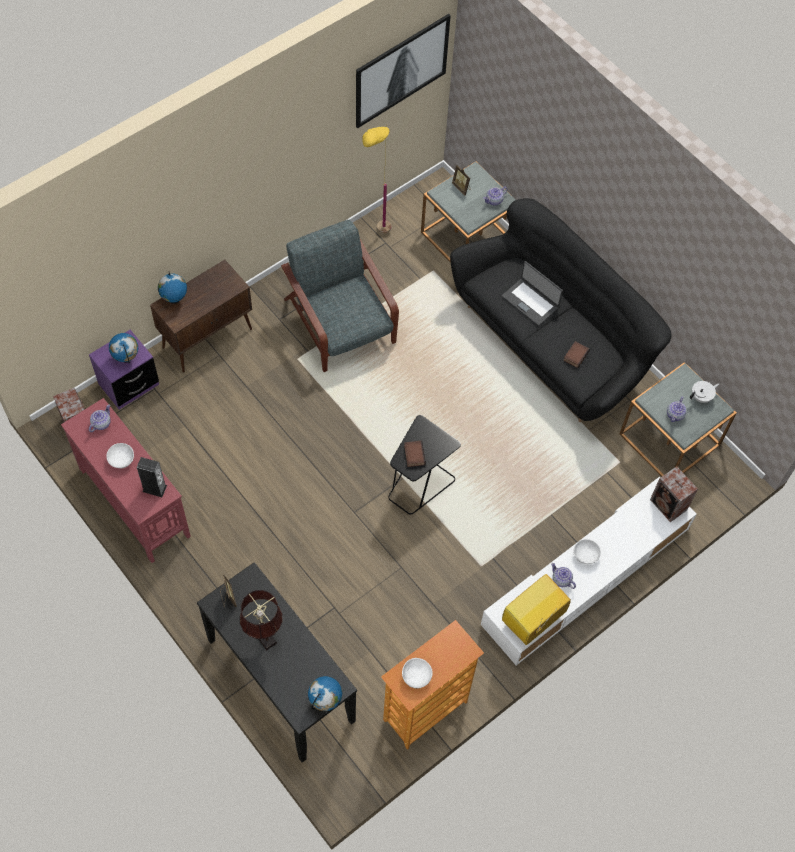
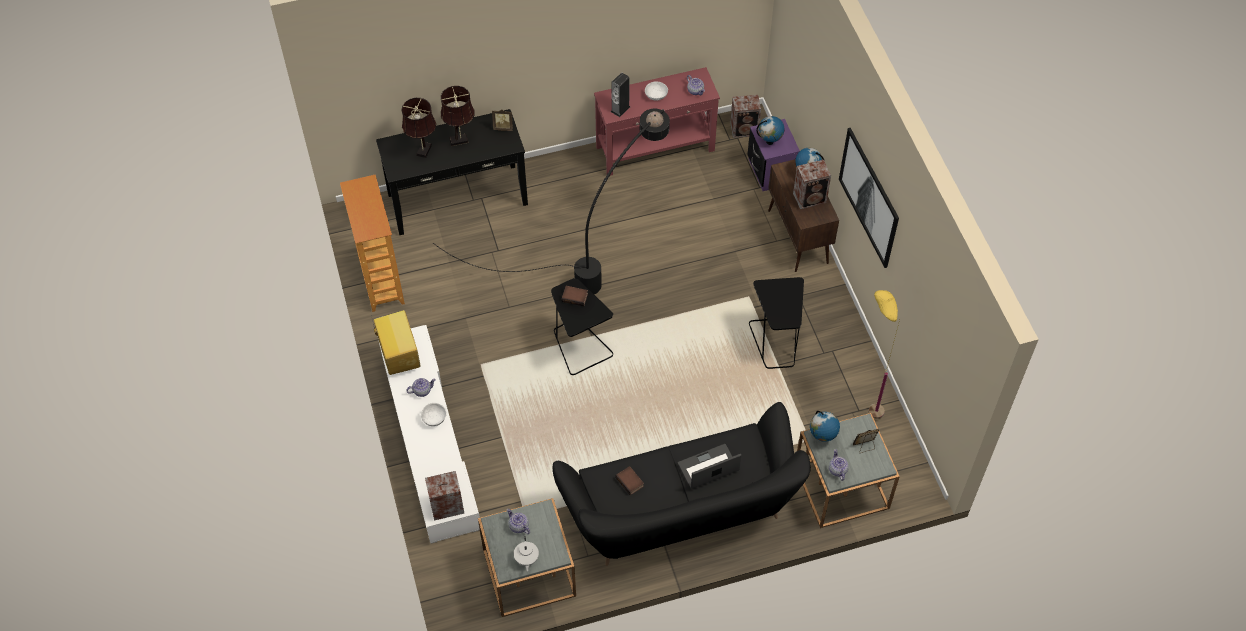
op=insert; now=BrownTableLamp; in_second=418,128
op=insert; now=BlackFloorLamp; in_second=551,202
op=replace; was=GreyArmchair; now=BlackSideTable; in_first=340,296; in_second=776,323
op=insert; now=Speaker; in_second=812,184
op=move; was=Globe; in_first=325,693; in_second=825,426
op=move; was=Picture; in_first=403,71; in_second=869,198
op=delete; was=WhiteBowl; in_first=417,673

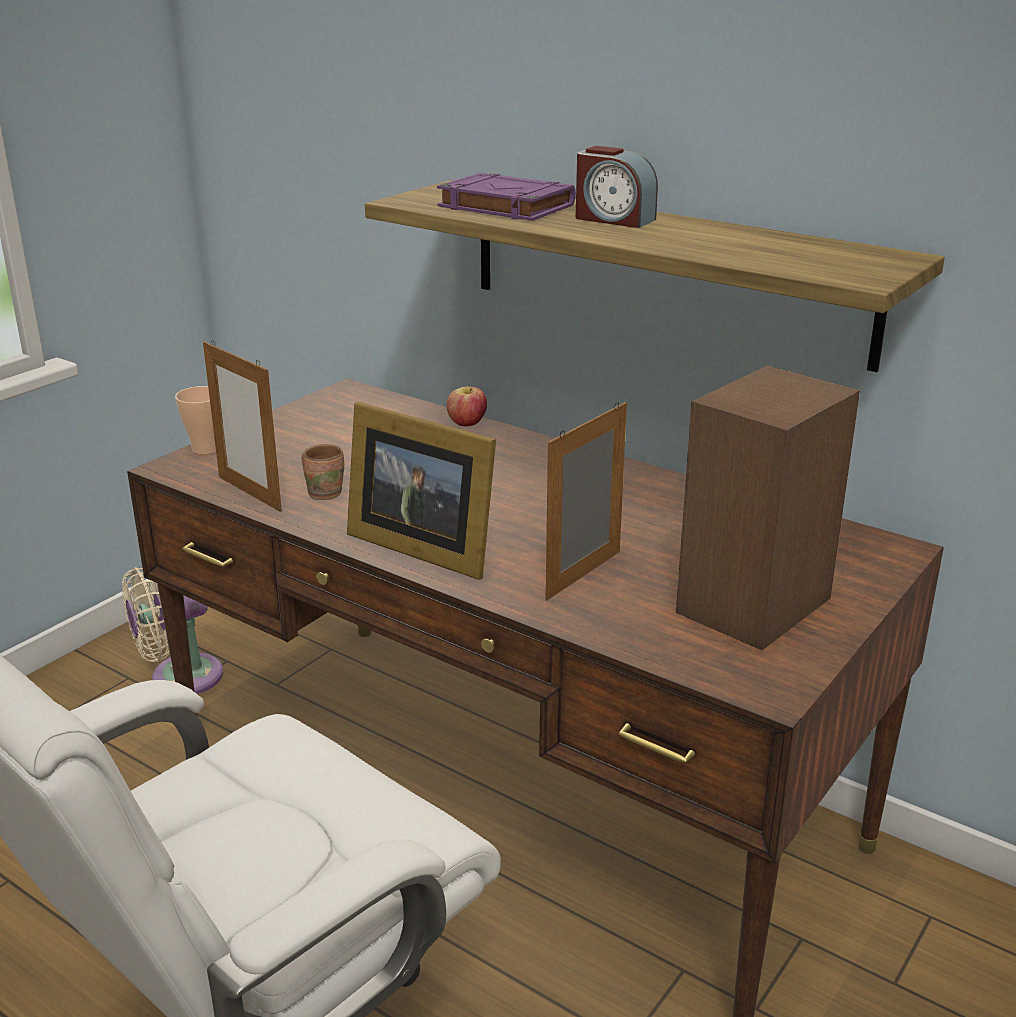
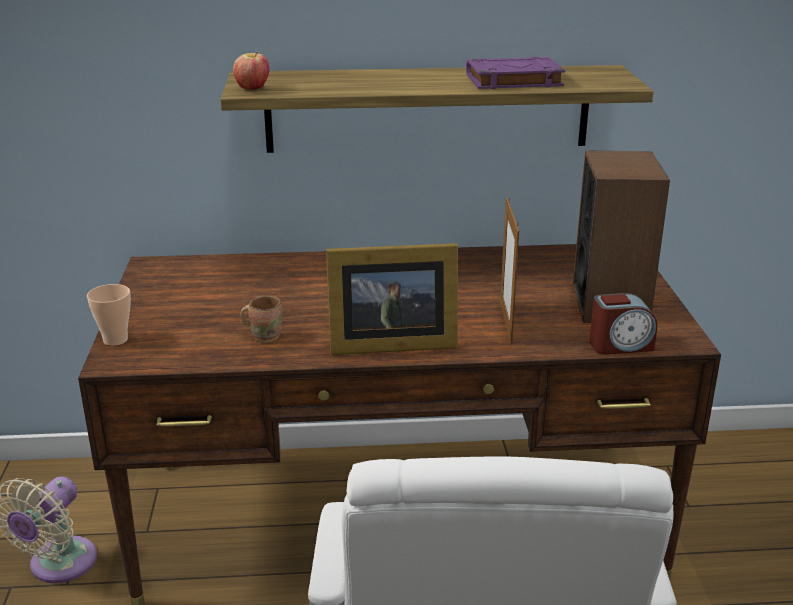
op=move; was=Apple; in_first=467,406; in_second=251,70
op=move; was=PurpleBook; in_first=506,197; in_second=515,73
op=move; was=AlarmClock; in_first=617,187; in_second=623,324
op=delete; was=PictureFrame; in_first=242,426

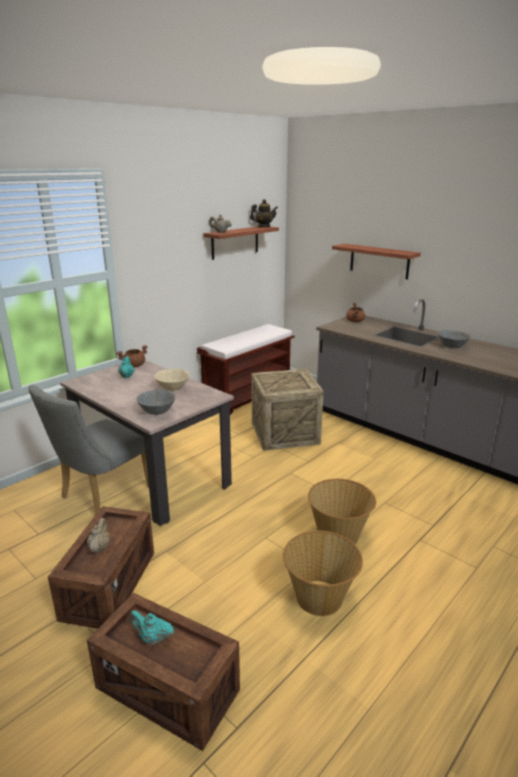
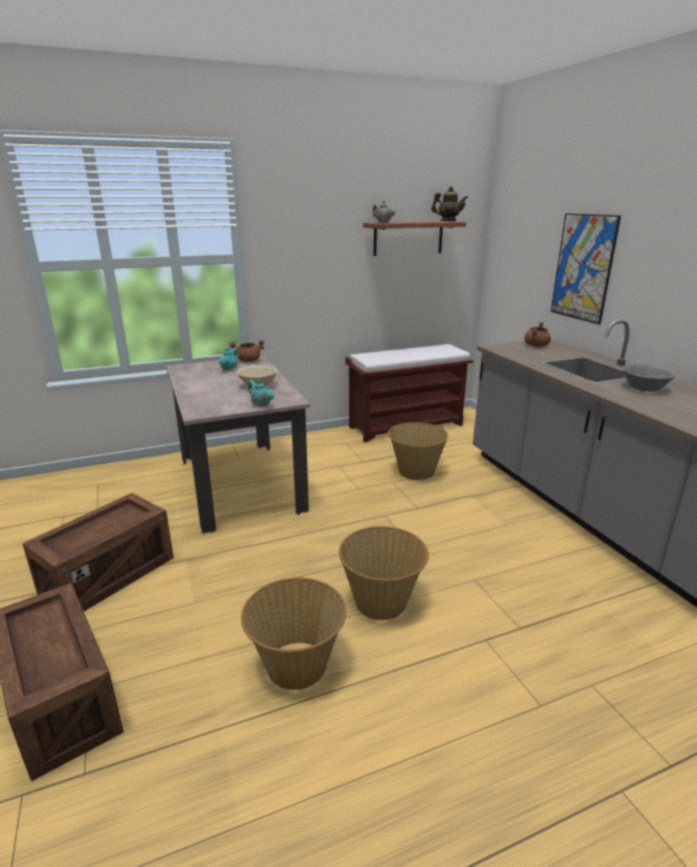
op=move; was=TurquoiseTeapot; in_first=151,627; in_second=261,393
op=replace; was=Crate; now=Basket; in_first=288,410; in_second=418,451
op=replace; was=Shelf; now=Picture; in_first=376,262; in_second=586,269
op=delete; was=GreyChair; in_first=88,450
op=delete; was=BeigeTeapot; in_first=98,535
op=delete; was=GreyBowl; in_first=156,402

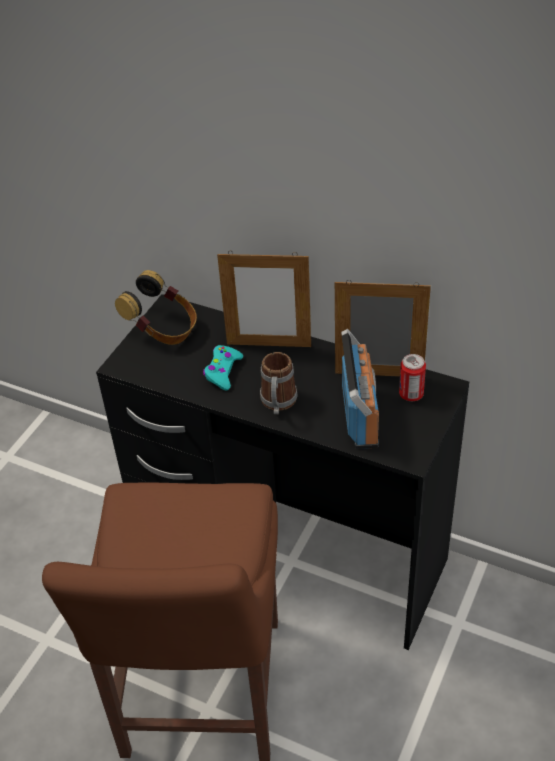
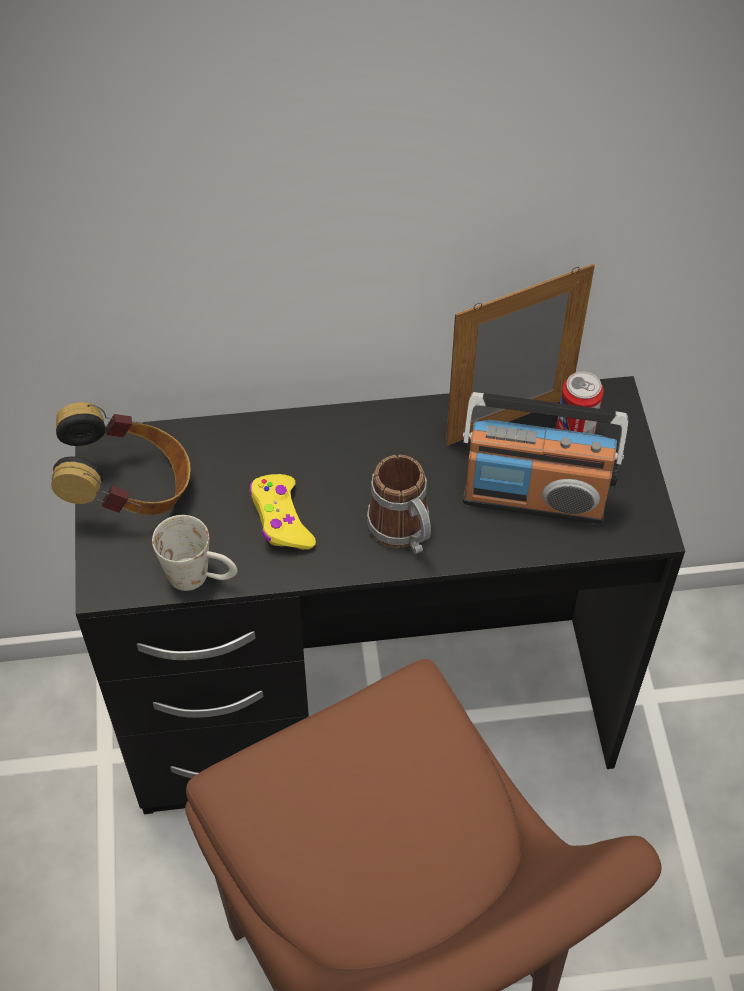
op=insert; now=WhiteMug; in_second=194,553
op=recolor; was=TurquoiseGameController; now=YellowGameController; in_first=223,368; in_second=283,511
op=rotate; was=Radio; in_first=360,389; in_second=545,458; clockwise=135
op=delete; was=PictureFrame; in_first=264,299

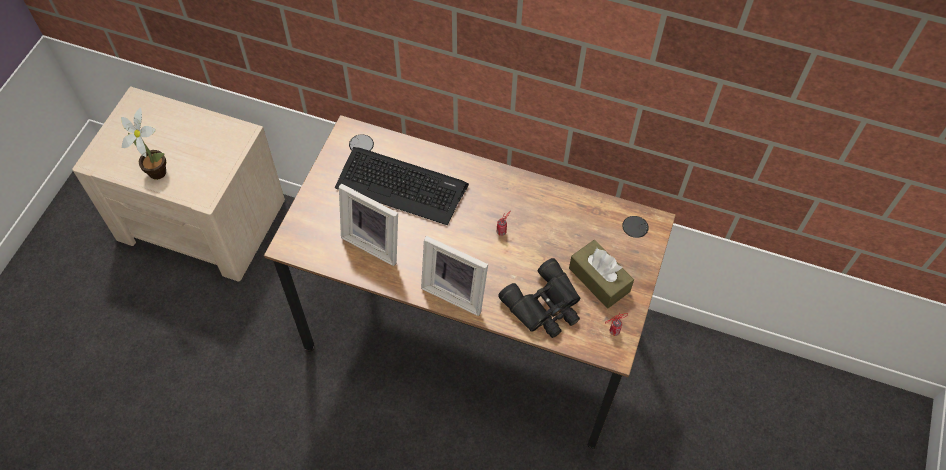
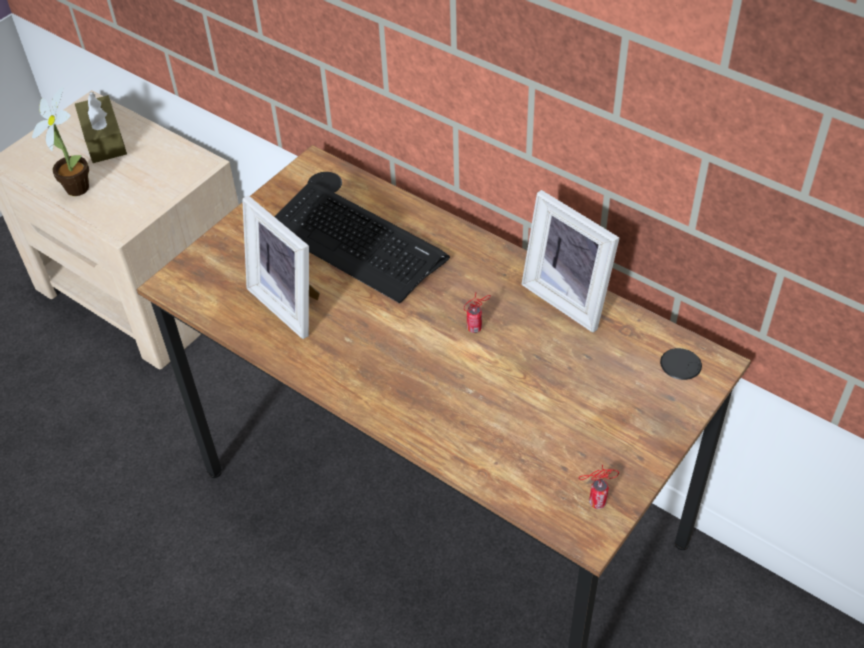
op=move; was=BrownTissueBox; in_first=601,274; in_second=101,127
op=move; was=PictureFrame; in_first=454,276; in_second=570,261
op=delete; was=BlackBinoculars; in_first=539,298

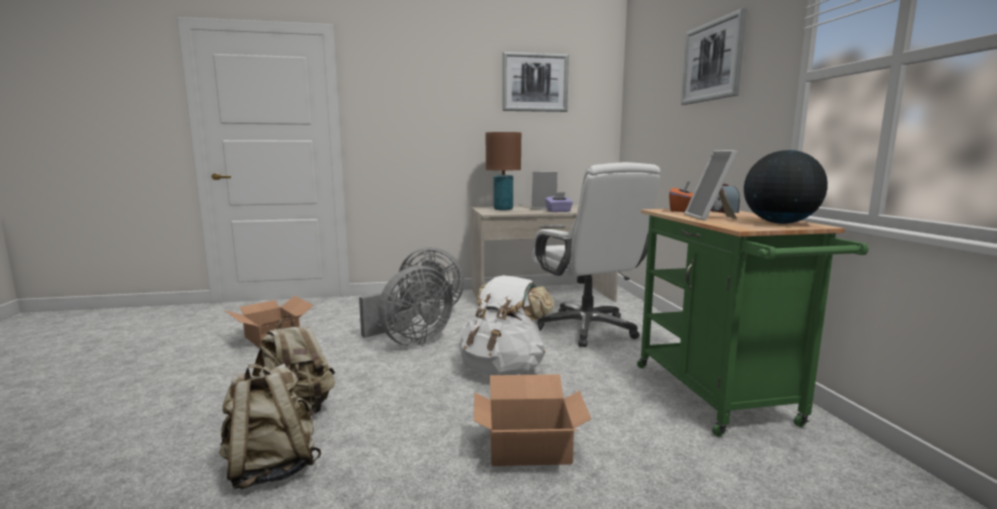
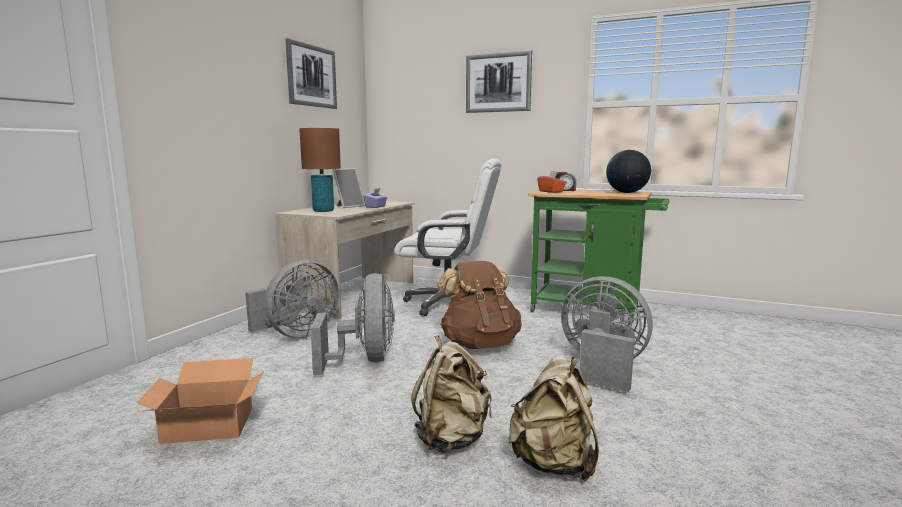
op=recolor; was=WhiteBackpack; now=BrownBackpack; in_first=506,325; in_second=479,305
op=replace; was=CardboardBox; now=GreyFan; in_first=532,420; in_second=607,334
op=delete; was=PictureFrame; in_first=711,185

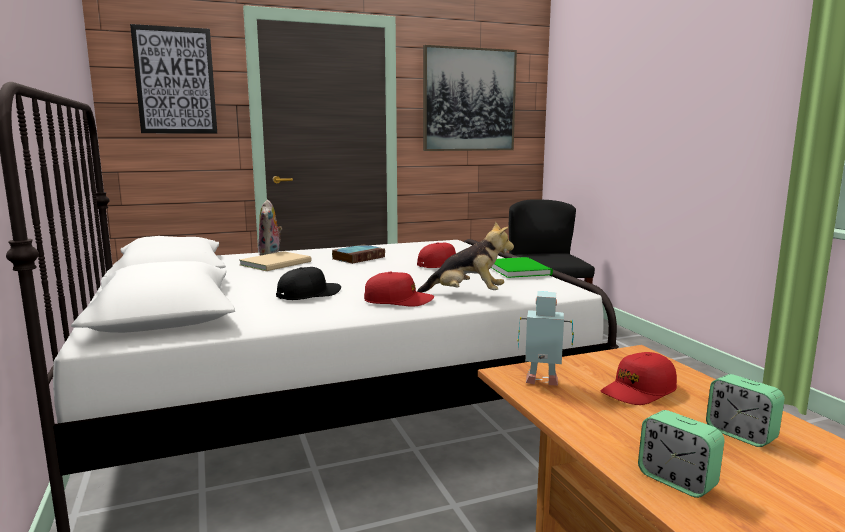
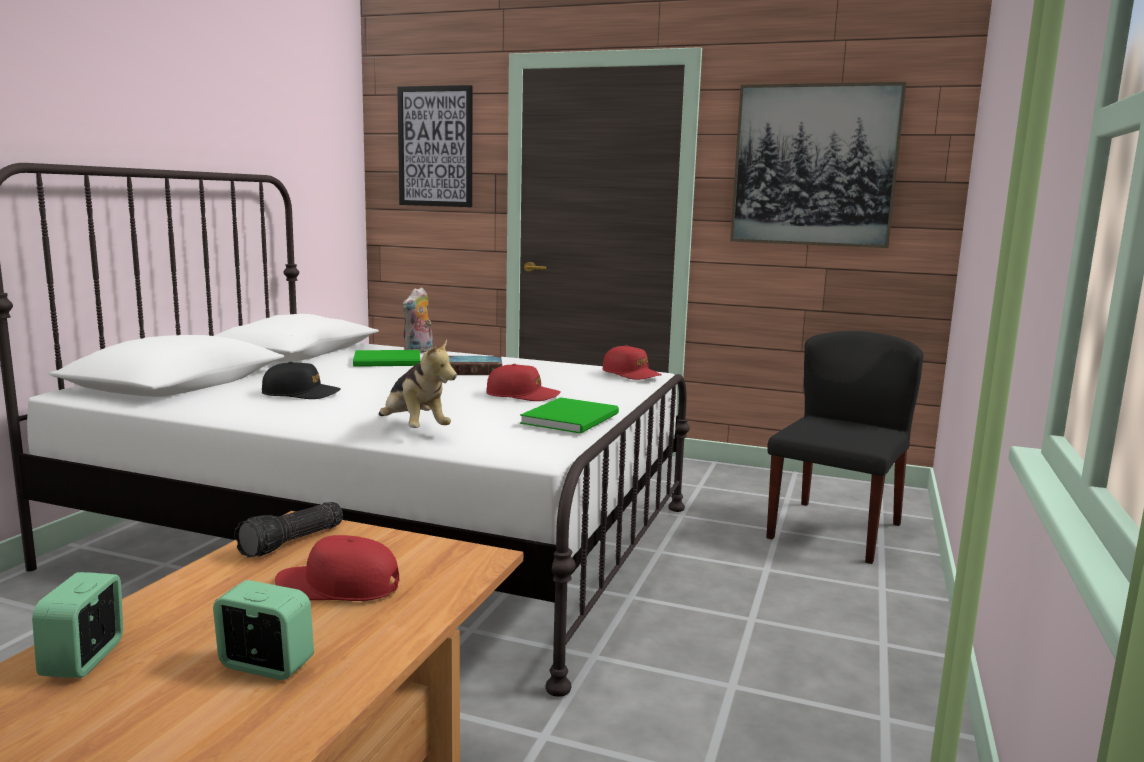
op=rotate; was=AlarmClock; in_first=745,410; in_second=263,630; clockwise=105
op=replace; was=ToyRobot; now=Flashlight; in_first=545,338; in_second=288,530
op=recolor; was=BeigeBook; now=GreenBook; in_first=275,261; in_second=387,358
op=move; was=RedCap; in_first=399,289; in_second=632,362

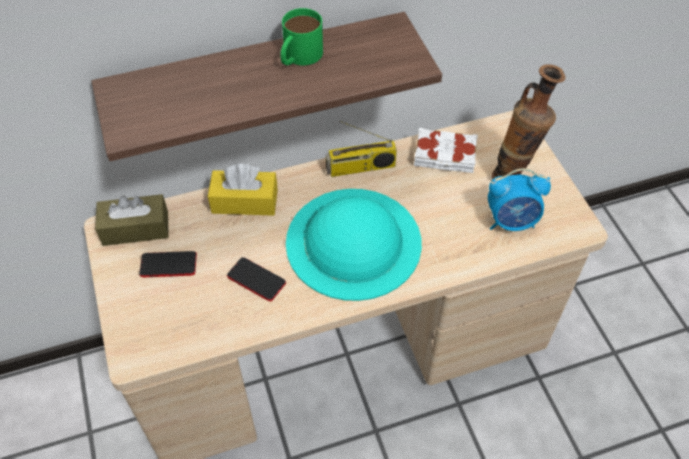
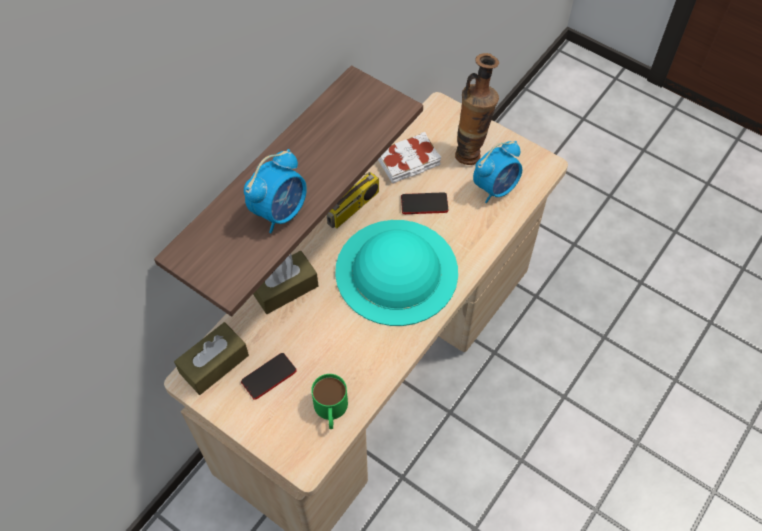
op=insert; now=AlarmClock; in_second=275,191
op=recolor; was=YellowTissueBox; now=BrownTissueBox; in_first=243,190; in_second=285,282
op=move; was=GreenMug; in_first=301,36; in_second=329,401
op=move; was=Phone; in_first=256,279; in_second=424,203

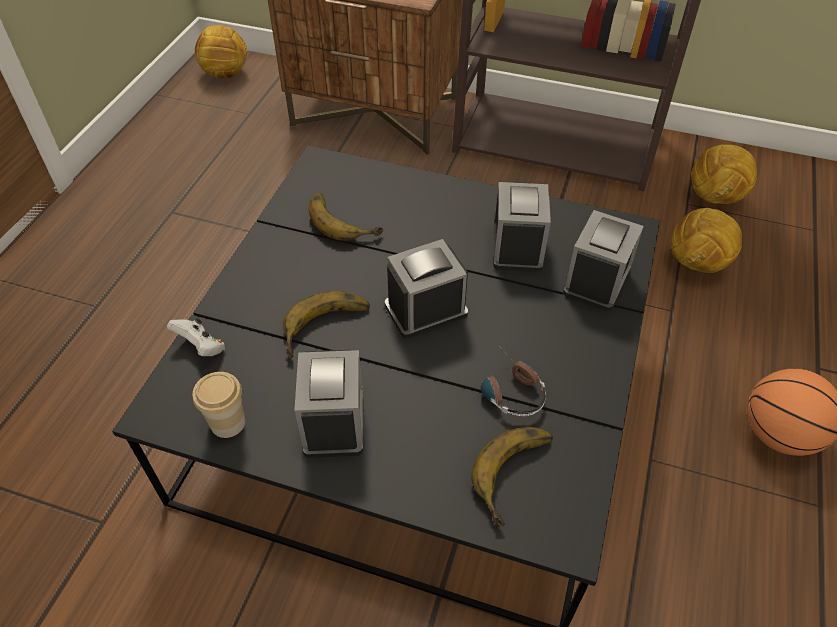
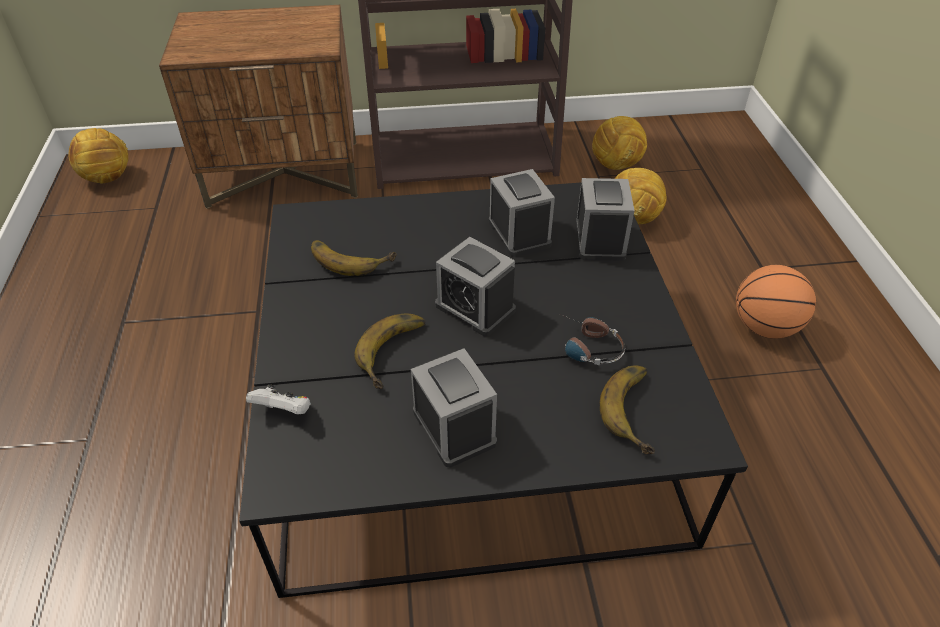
op=rotate; was=AlarmClock; in_first=426,289; in_second=475,286; clockwise=-90
op=delete; was=Cup; in_first=219,405

